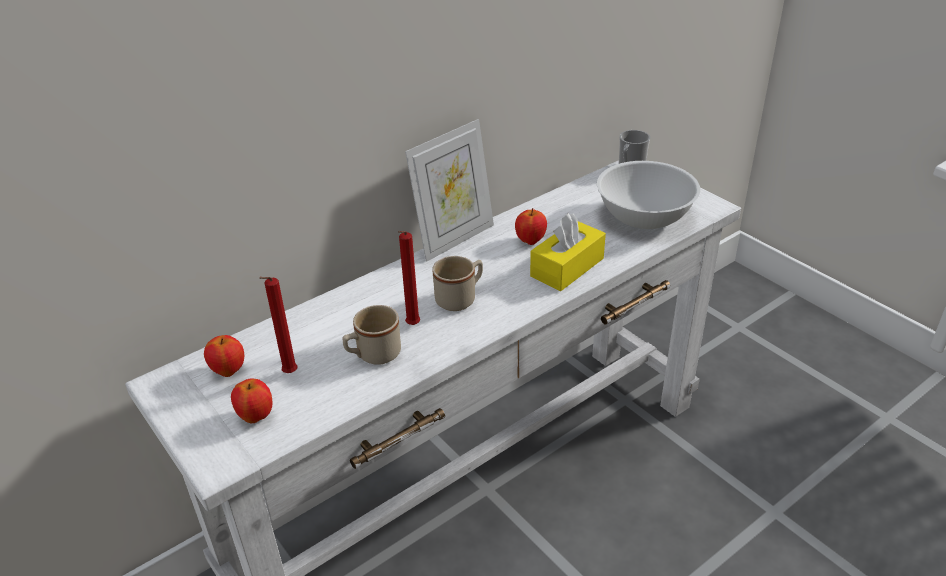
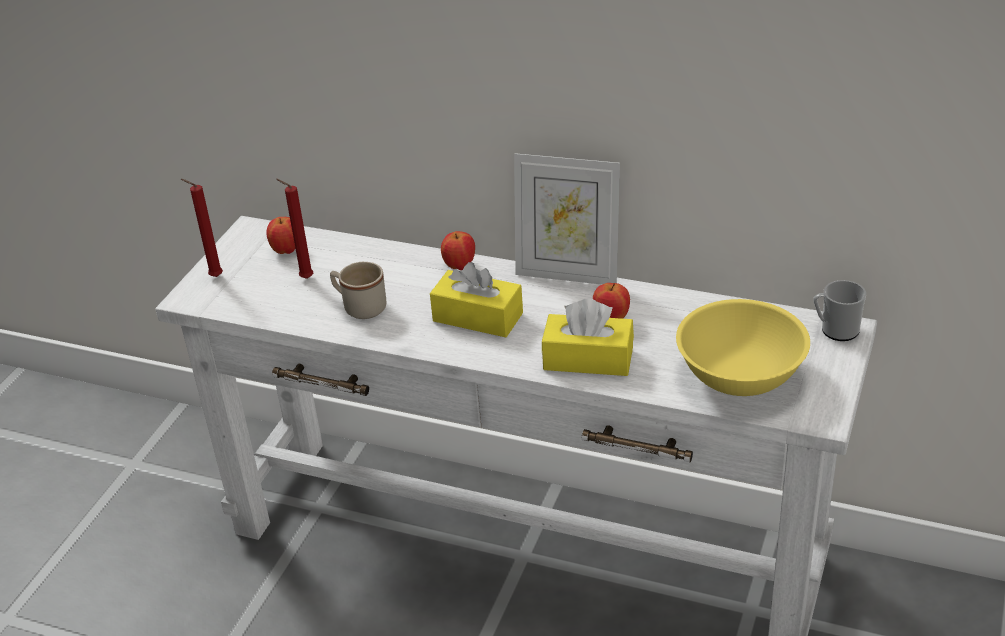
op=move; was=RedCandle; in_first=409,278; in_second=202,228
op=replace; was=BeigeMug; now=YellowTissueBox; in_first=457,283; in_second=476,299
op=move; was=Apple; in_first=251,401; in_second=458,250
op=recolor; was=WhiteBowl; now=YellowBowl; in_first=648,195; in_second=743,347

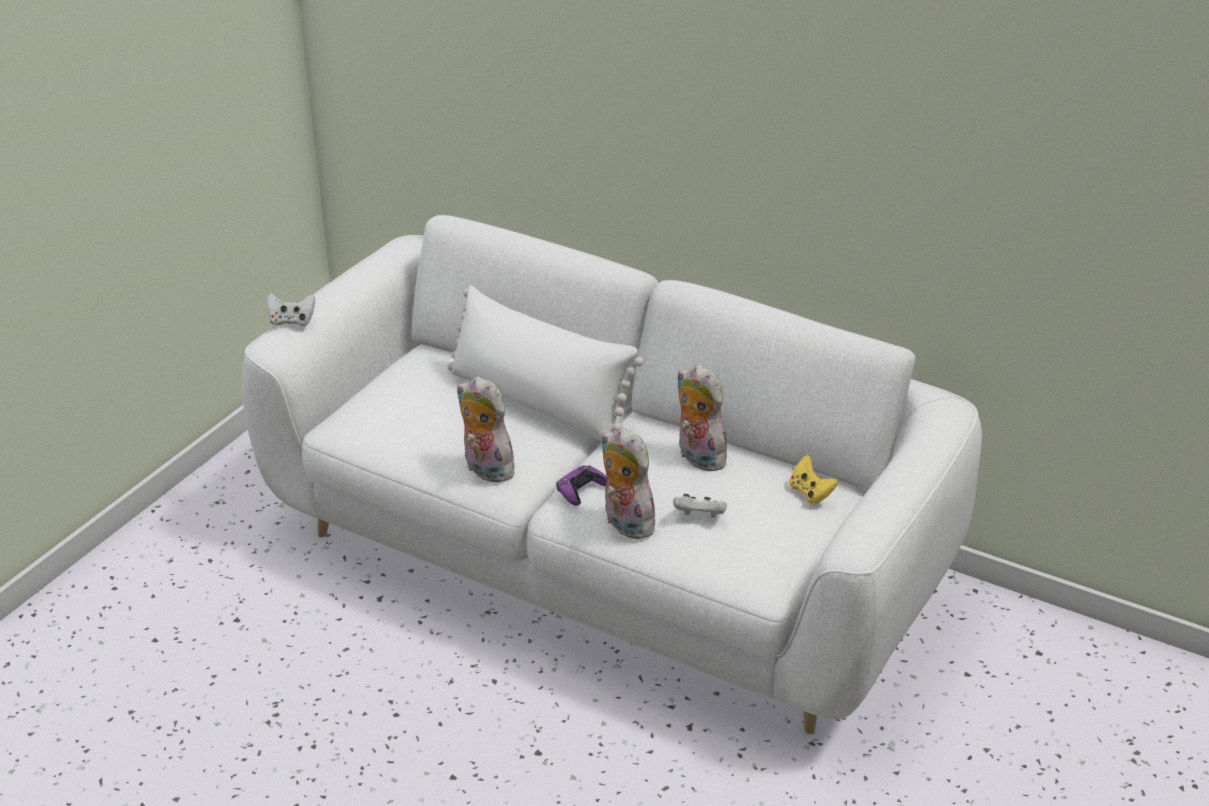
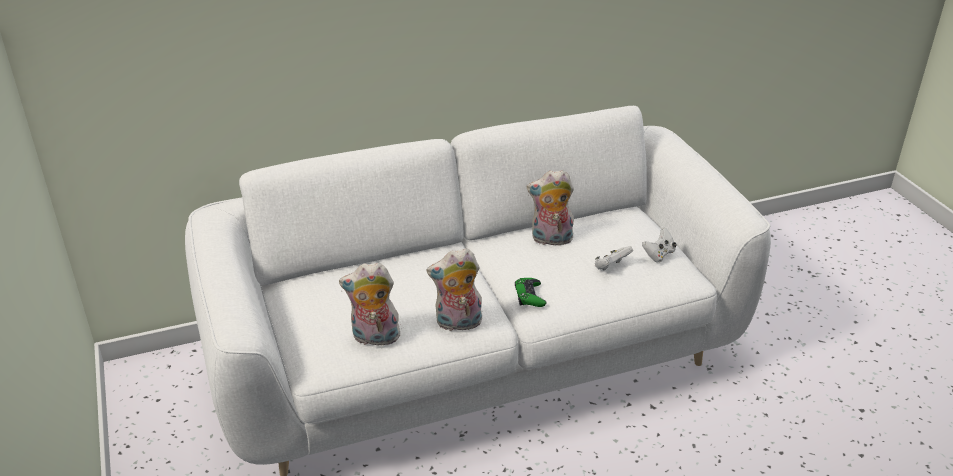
op=move; was=PlushToy; in_first=630,483; in_second=370,304
op=recolor; was=PurpleGameController; now=GreenGameController; in_first=581,485; in_second=530,292
op=move; was=WhiteGameController; in_first=291,309; in_second=659,244
op=delete; was=WhitePillow; in_first=545,363
op=delete; was=YellowGameController; in_first=813,480

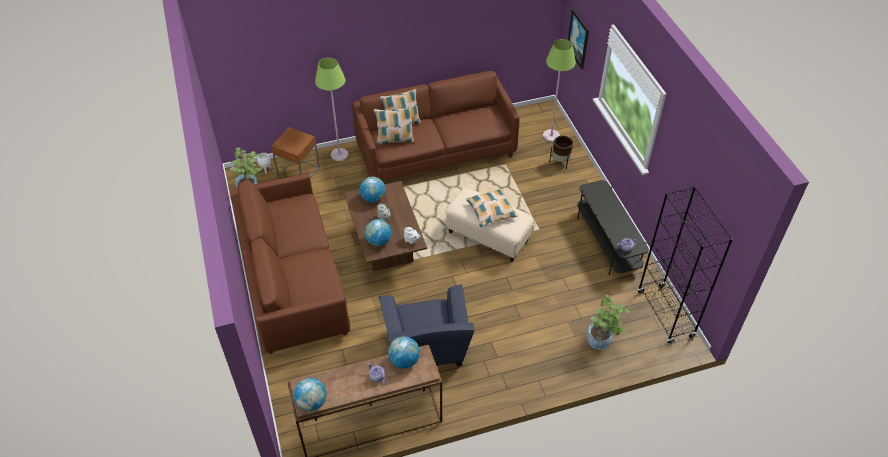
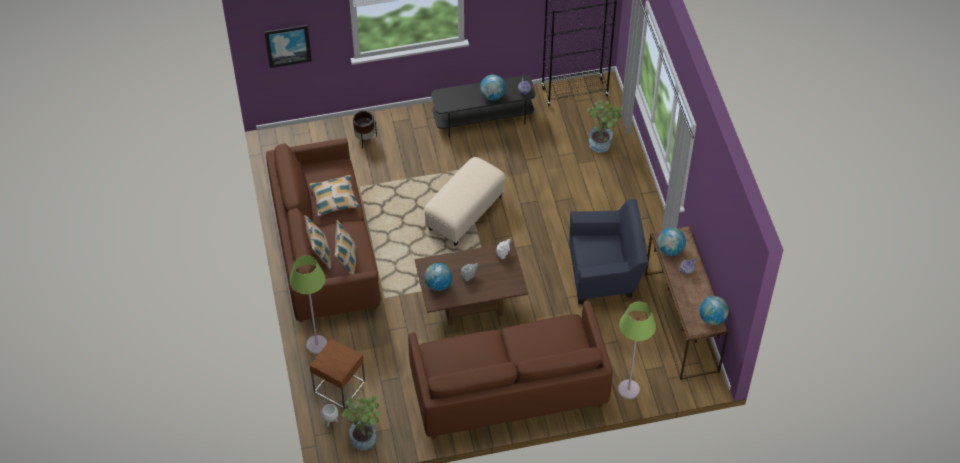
op=move; was=Pillow; in_first=491,208; in_second=334,195
op=move; was=Globe; in_first=378,232; in_second=493,87
op=move; was=GreenFloorLamp; in_first=559,90; in_second=637,350

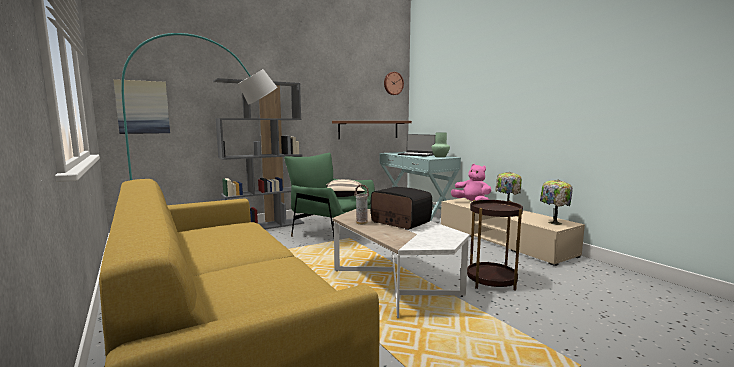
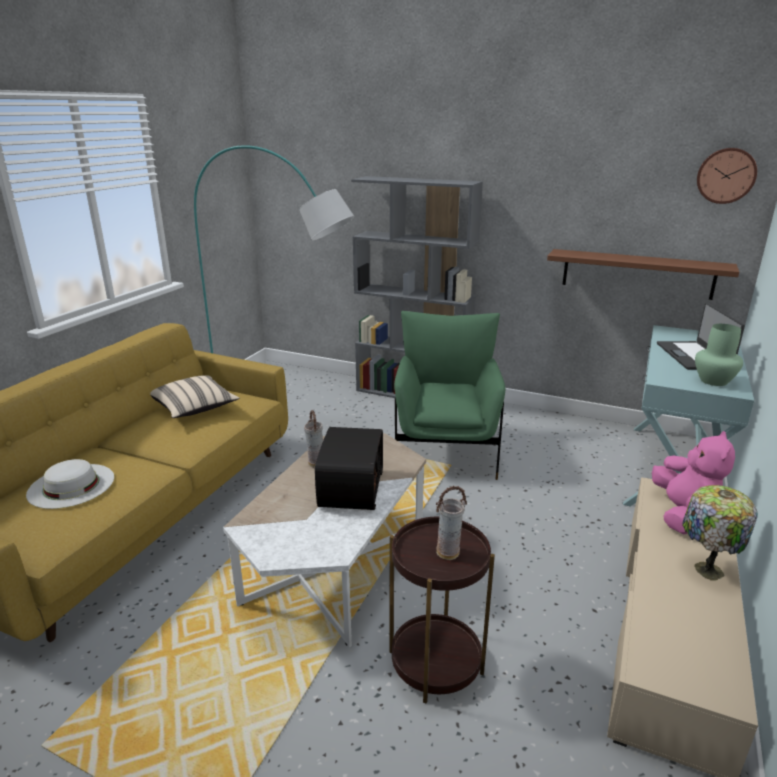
op=insert; now=WhiteHat; in_second=70,484
op=move; was=BeigePillow; in_first=345,188; in_second=195,396
op=insert; now=Vase; in_second=451,523
op=delete; was=Picture; in_first=141,106
op=delete; was=TableLamp; in_first=556,202

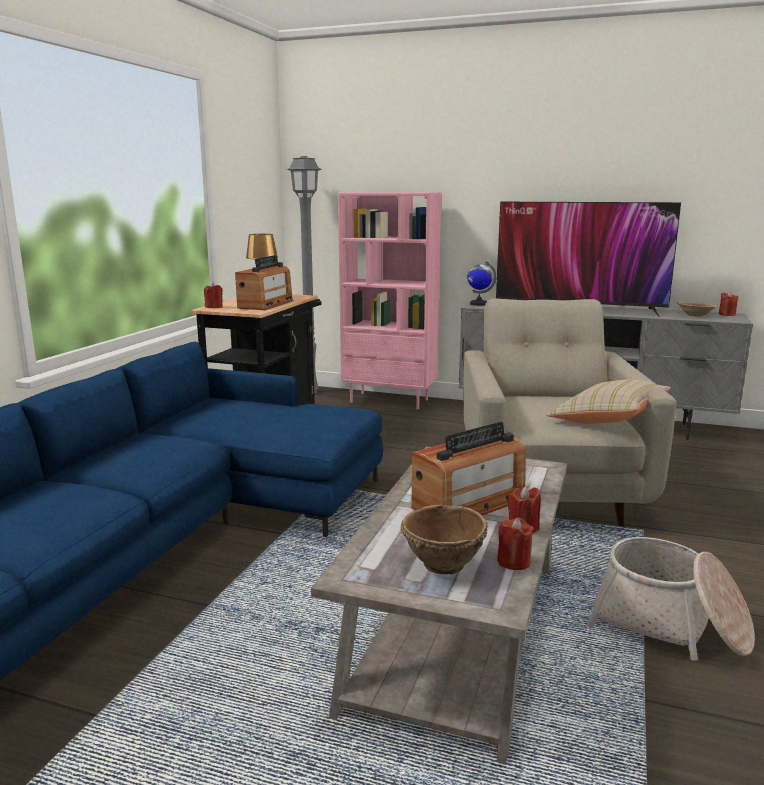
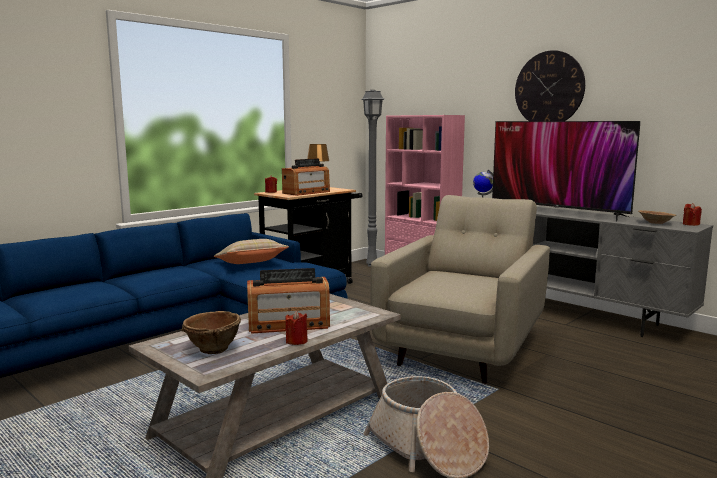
op=move; was=BeigePillow; in_first=608,401; in_second=251,251
op=insert; now=WallClock; in_second=550,85
op=delete; was=RedCandle; in_first=515,543

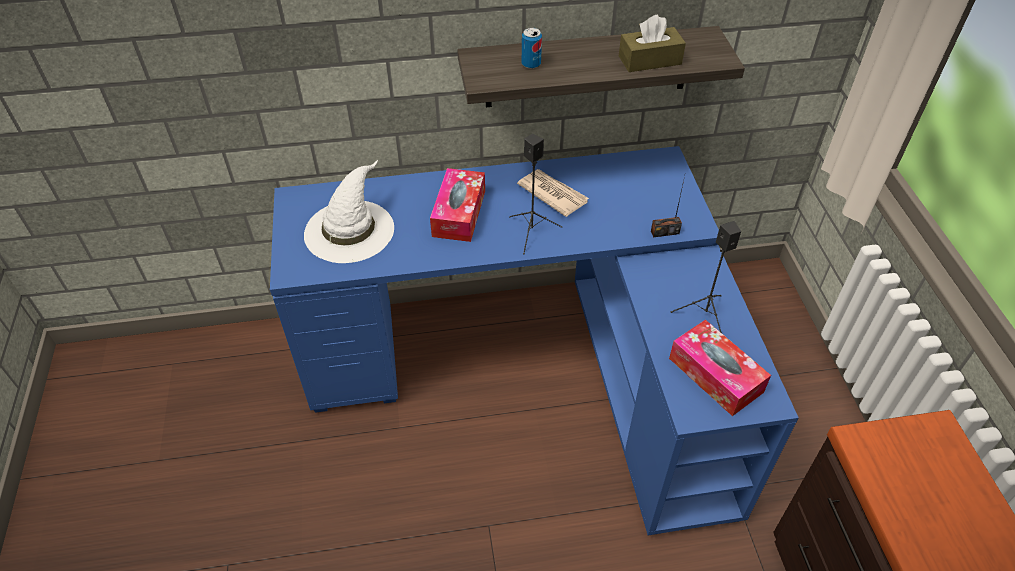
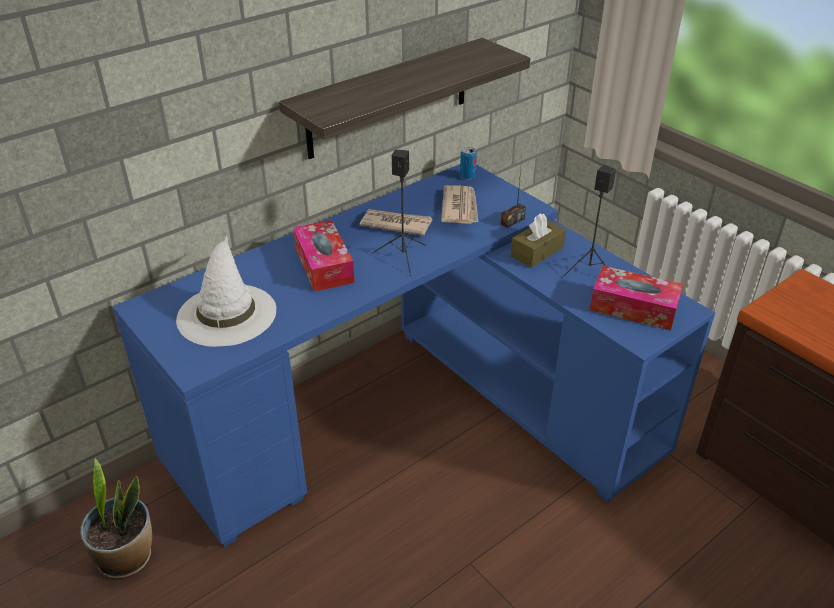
op=insert; now=PottedPlant; in_second=116,518
op=insert; now=Newspaper; in_second=459,204
op=move; was=Can; in_first=532,48; in_second=468,163
op=move; was=BrownTissueBox; in_first=652,43; in_second=538,240

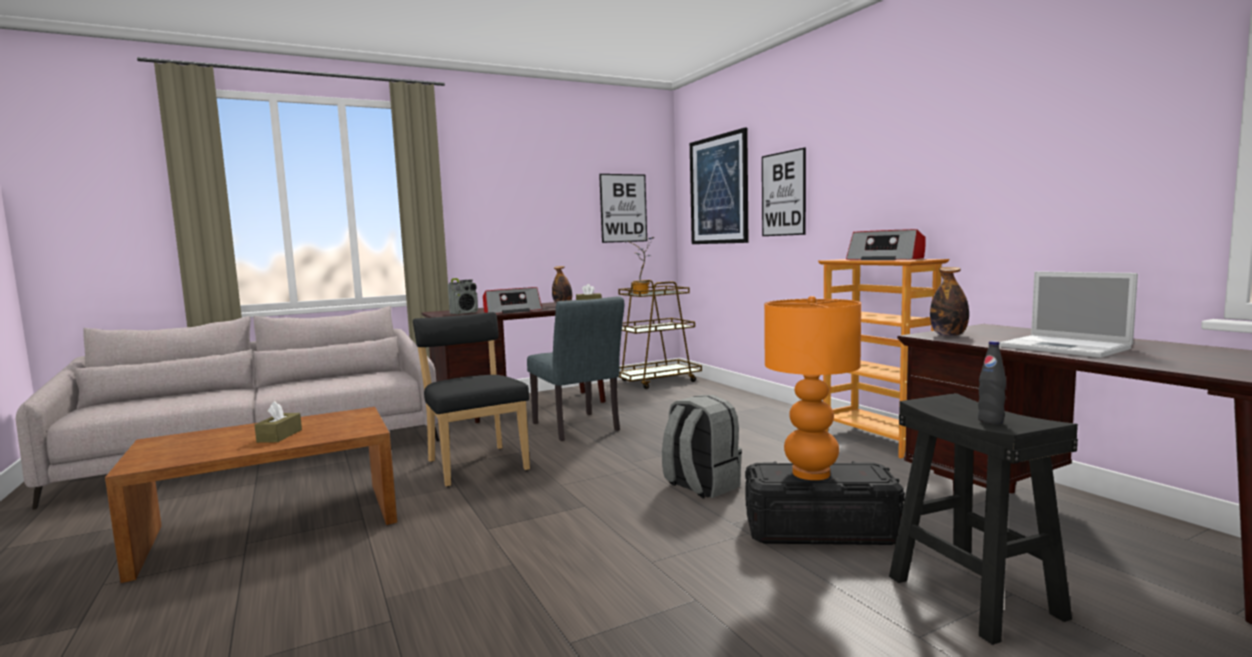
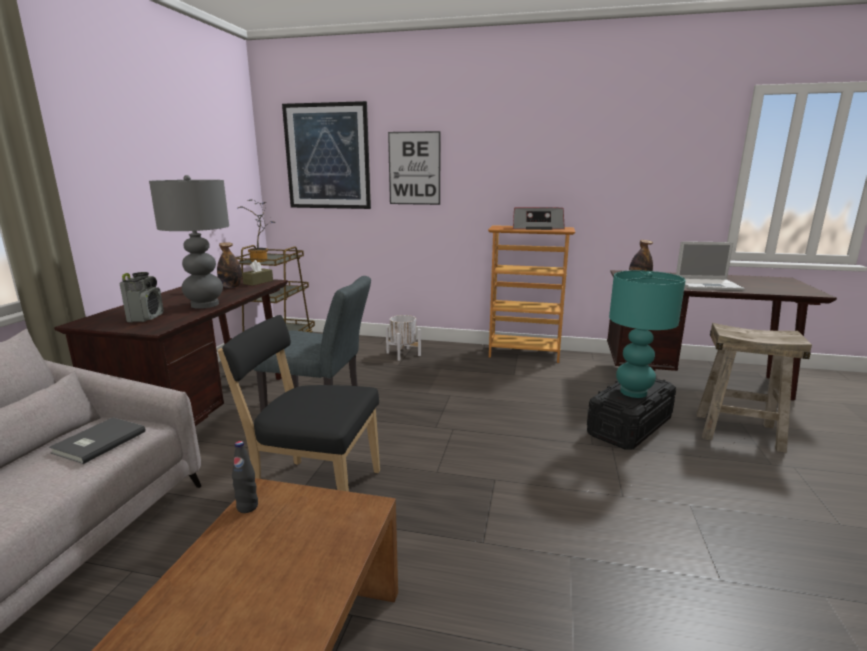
op=insert; now=GreyBook; in_second=97,441
op=replace; was=Radio; now=GreyTableLamp; in_first=512,300; in_second=189,242
op=move; was=BlackBottle; in_first=992,382; in_second=245,477
op=insert; now=WhitePlanter; in_second=403,338
op=recolor; was=OrangeTableLamp; now=TurquoiseTableLamp; in_first=812,388; in_second=647,334
op=recolor; was=BlackStool; now=BeigeStool; in_first=983,519; in_second=754,388
op=delete; was=BrownTissueBox; in_first=278,422
op=delete; was=Picture; in_first=623,208
op=delete; was=GreyBackpack; in_first=702,446

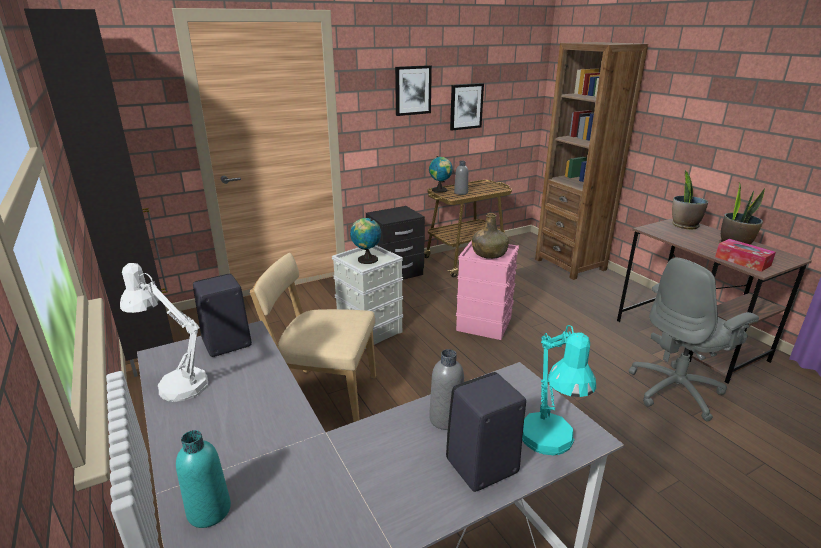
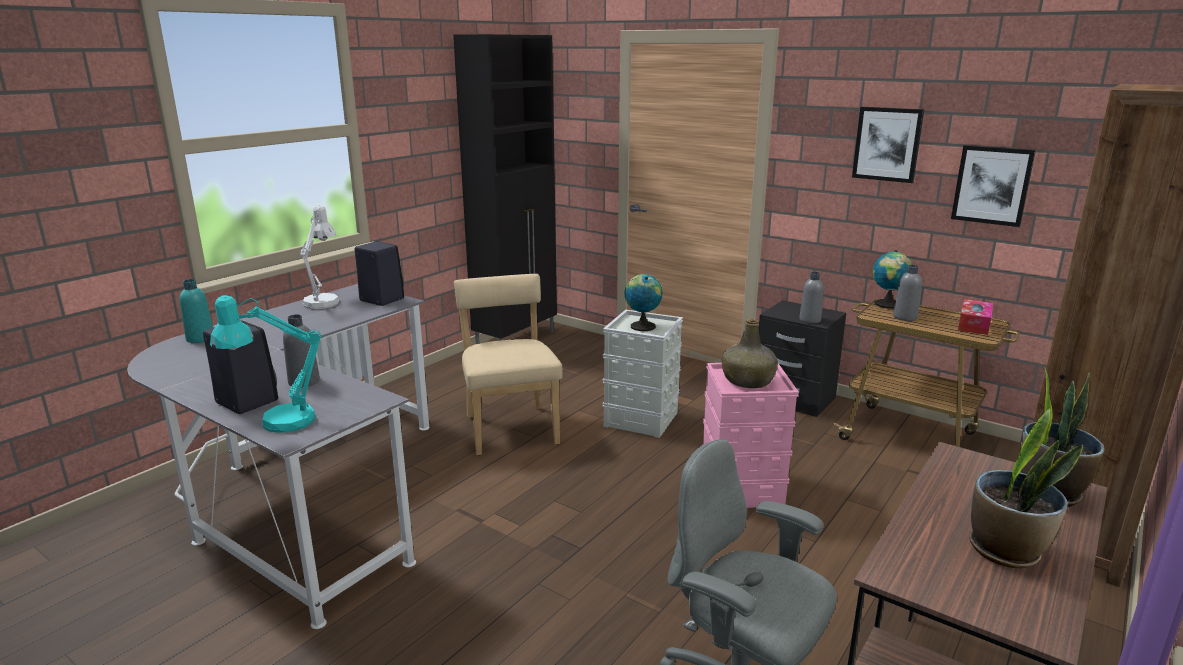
op=insert; now=GreyBottle; in_second=811,297
op=move; was=TissueBox; in_first=745,255; in_second=975,317

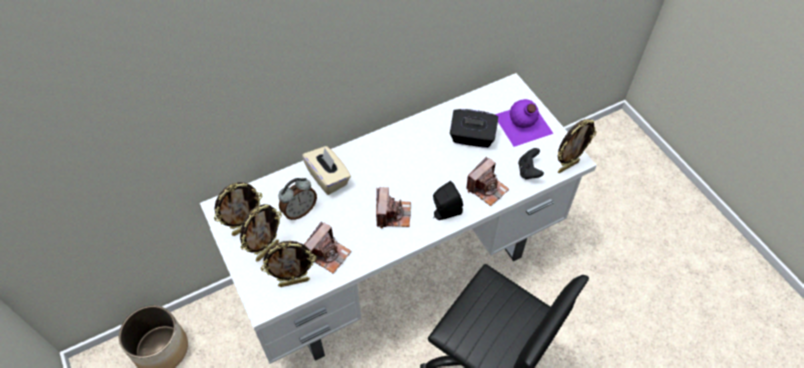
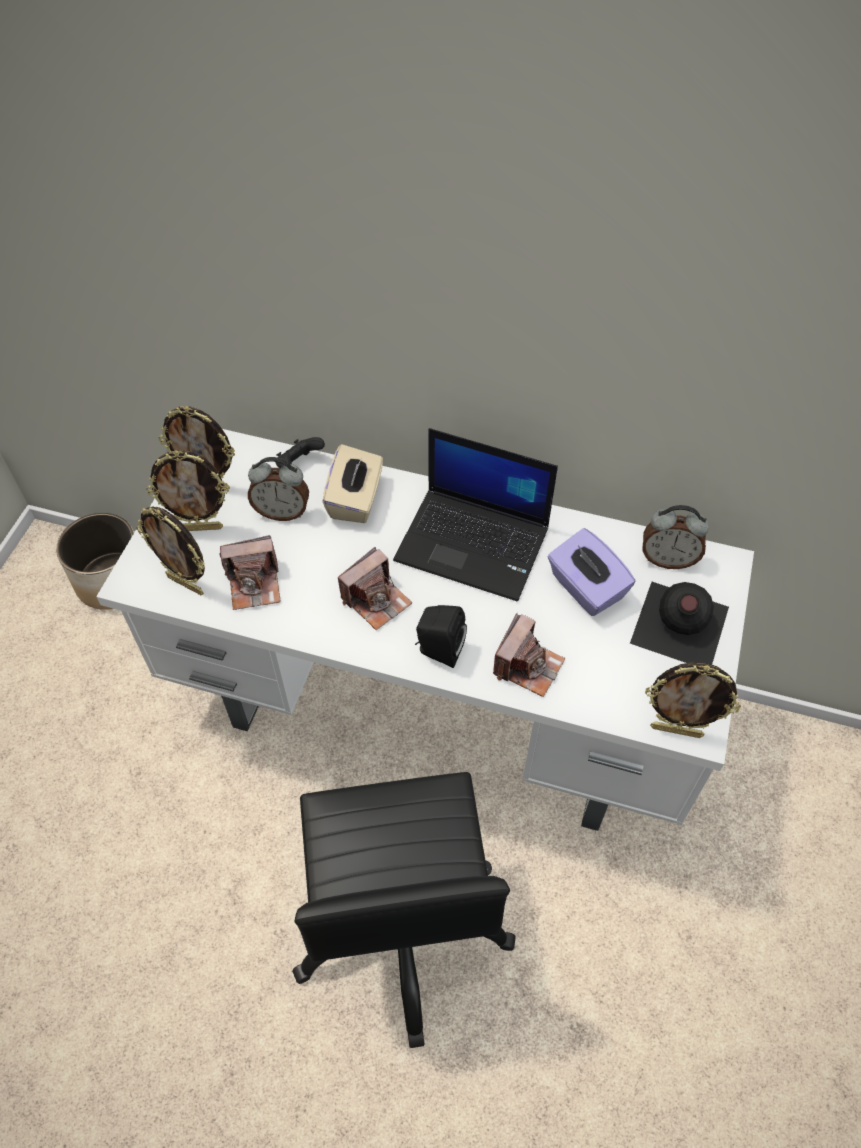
op=move; was=BlackGameController; in_first=531,164; in_second=300,452
op=insert; now=Laptop; in_second=475,514
op=rotate; was=PhotoCamera; in_first=487,181; in_second=529,655; clockwise=-60
op=recolor; was=BlackTissueBox; now=PurpleTissueBox; in_first=474,128; in_second=592,572
op=recolor; was=PurpleBottle; now=BlackBottle; in_first=524,123; in_second=679,623
op=insert; now=AlarmClock; in_second=675,537

